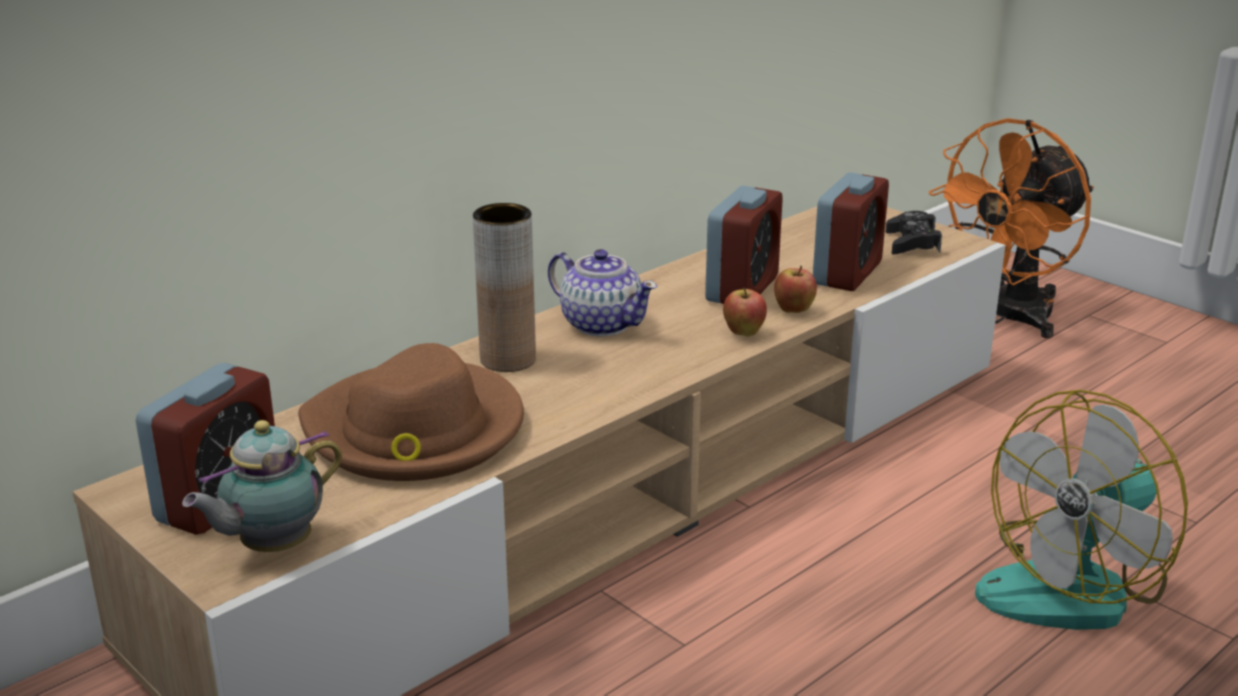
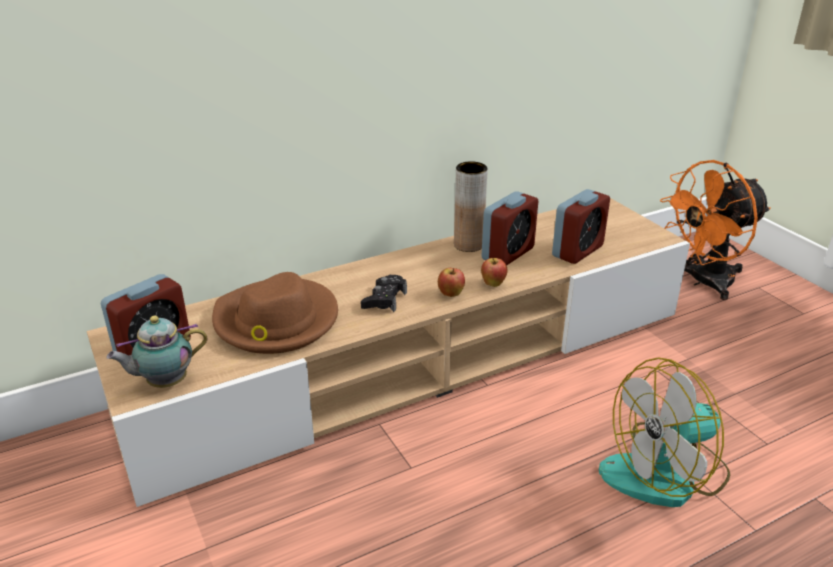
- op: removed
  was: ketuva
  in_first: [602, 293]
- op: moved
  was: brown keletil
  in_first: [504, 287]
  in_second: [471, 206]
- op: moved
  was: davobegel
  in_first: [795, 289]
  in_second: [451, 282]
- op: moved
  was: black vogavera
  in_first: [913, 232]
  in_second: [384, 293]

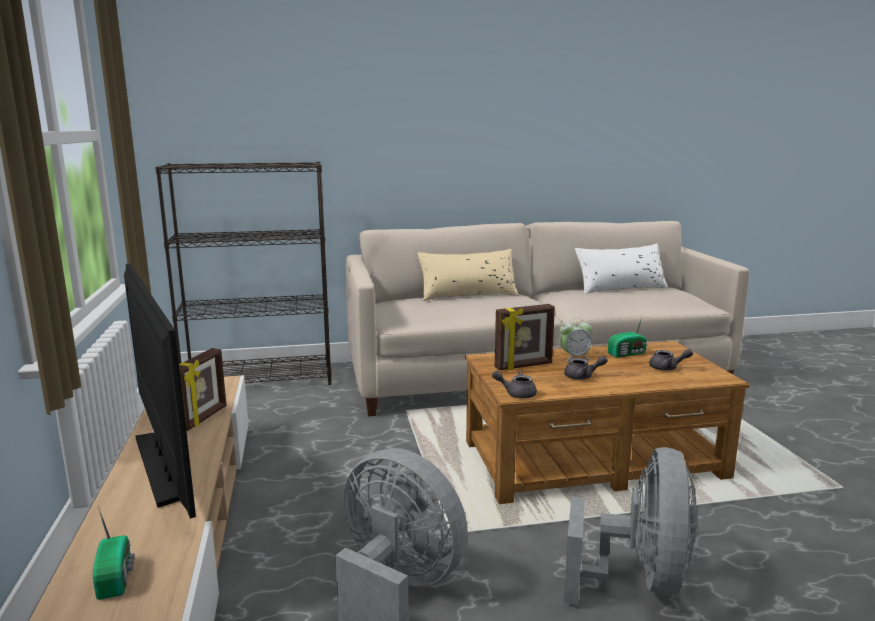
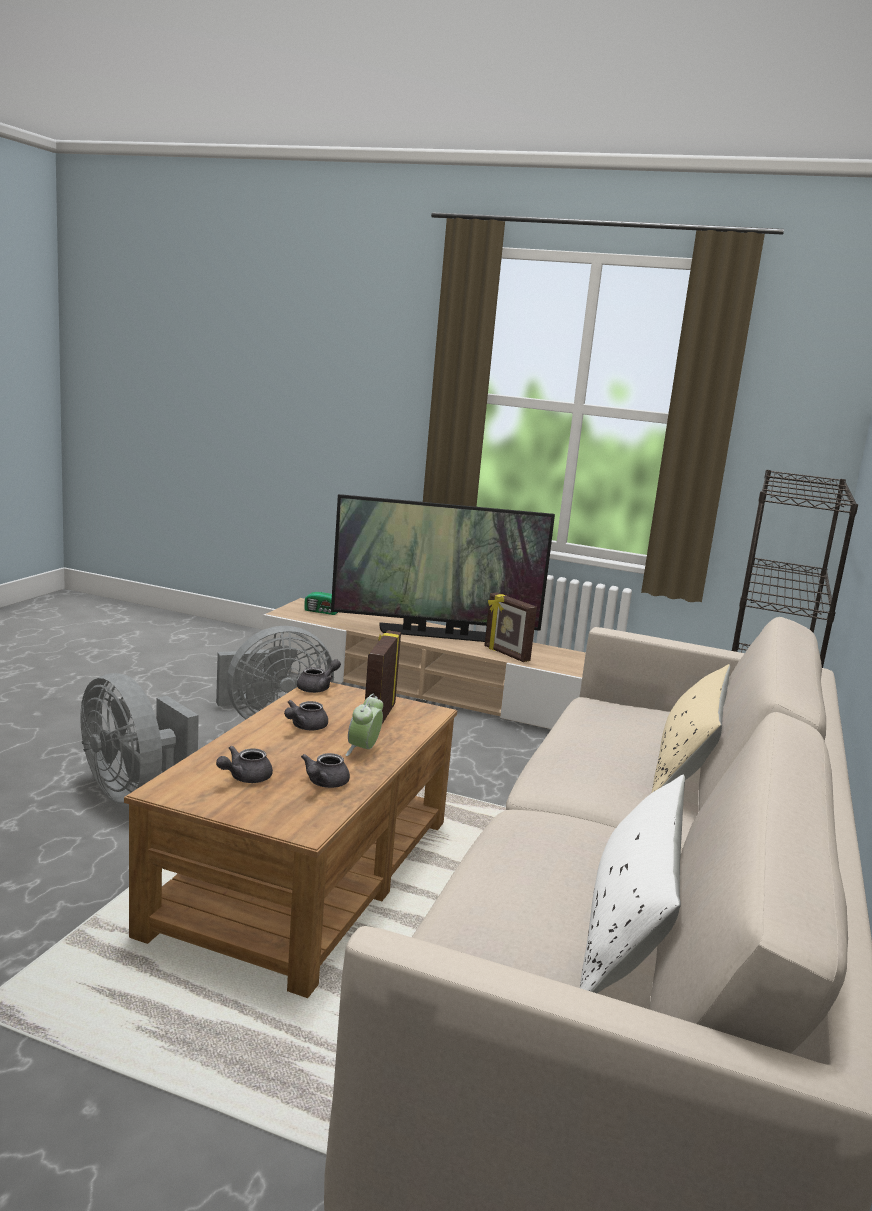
- op: replaced
  was: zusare
  now: grey ketuva
  in_first: [627, 336]
  in_second: [325, 770]

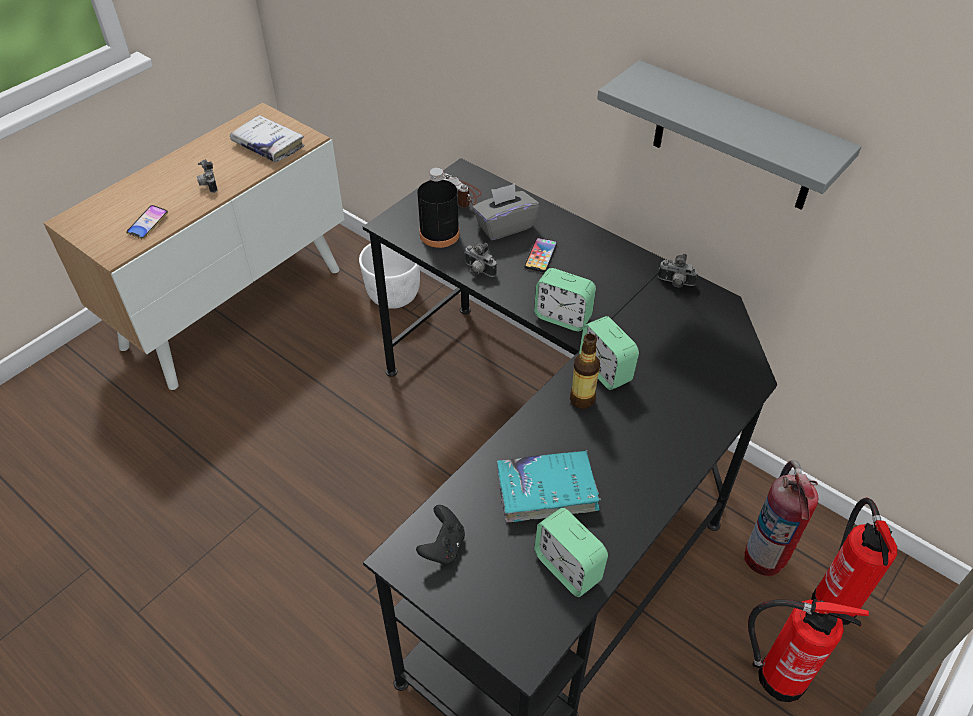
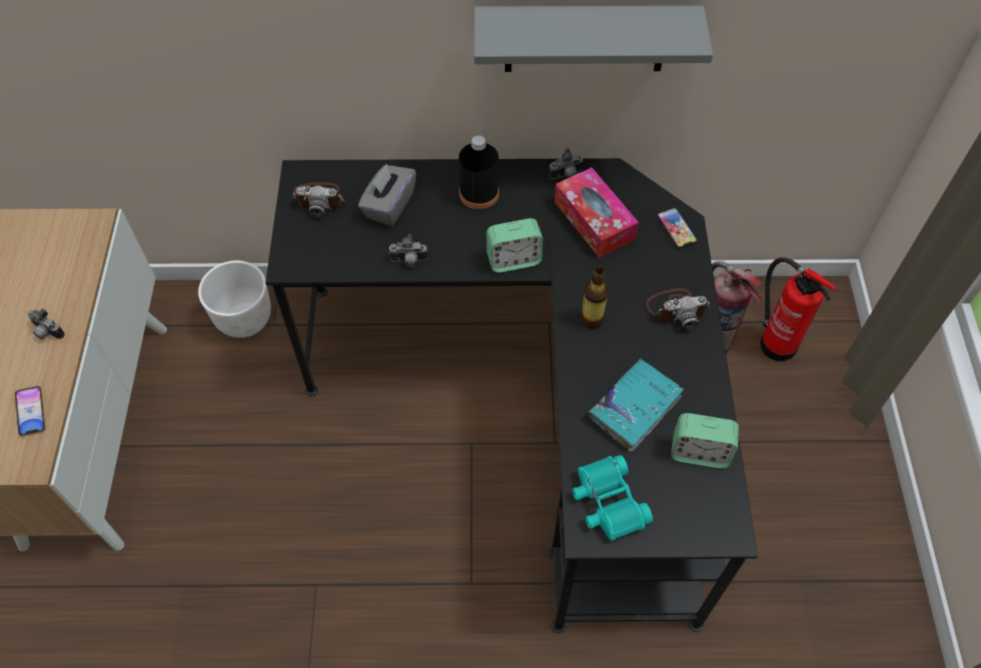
- op: removed
  was: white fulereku
  in_first: [267, 138]
- op: removed
  was: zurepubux
  in_first: [609, 353]
- op: removed
  was: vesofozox
  in_first: [808, 650]
- op: added
  now: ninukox
  in_second: [596, 212]
- op: added
  now: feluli
  in_second: [678, 308]
- op: moved
  was: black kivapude
  in_first: [438, 208]
  in_second: [479, 172]
- op: moved
  was: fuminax
  in_first: [541, 254]
  in_second: [677, 228]
- op: replaced
  was: black vogavera
  now: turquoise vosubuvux
  in_first: [440, 534]
  in_second: [612, 498]

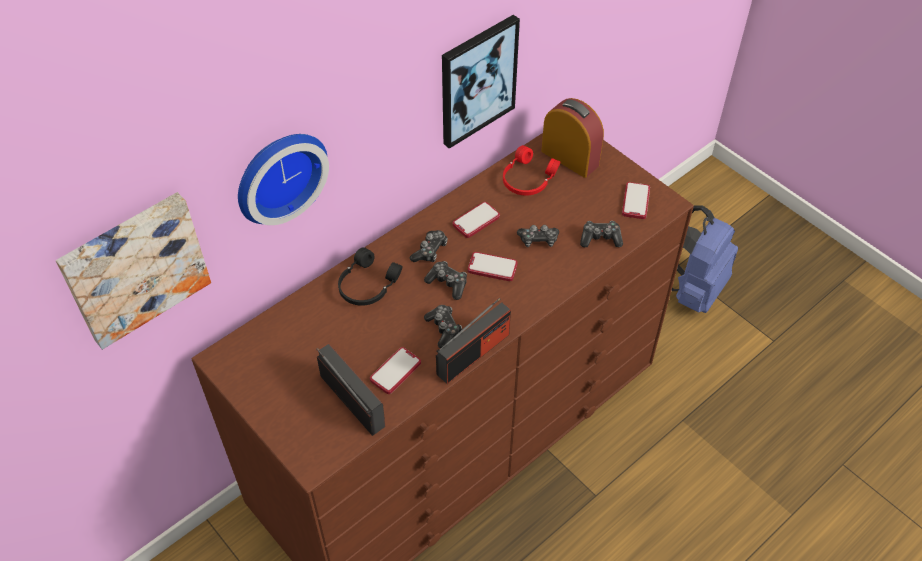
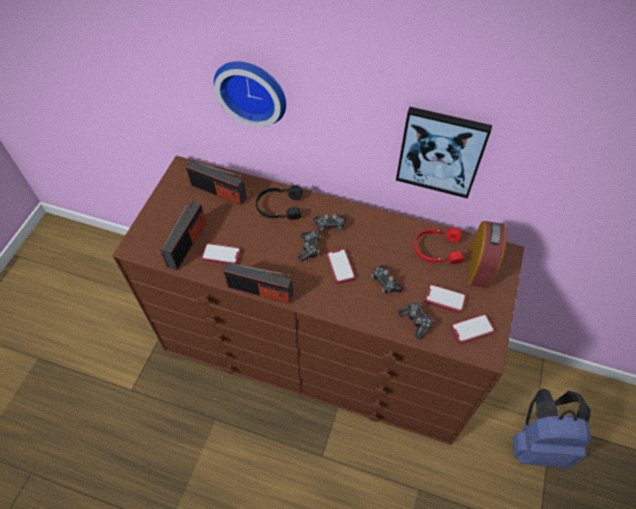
- op: removed
  was: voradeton
  in_first: [133, 271]
- op: removed
  was: vogavera
  in_first: [443, 326]
- op: added
  now: zusare
  in_second: [216, 182]
- op: moved
  was: fuminax
  in_first: [476, 220]
  in_second: [445, 298]

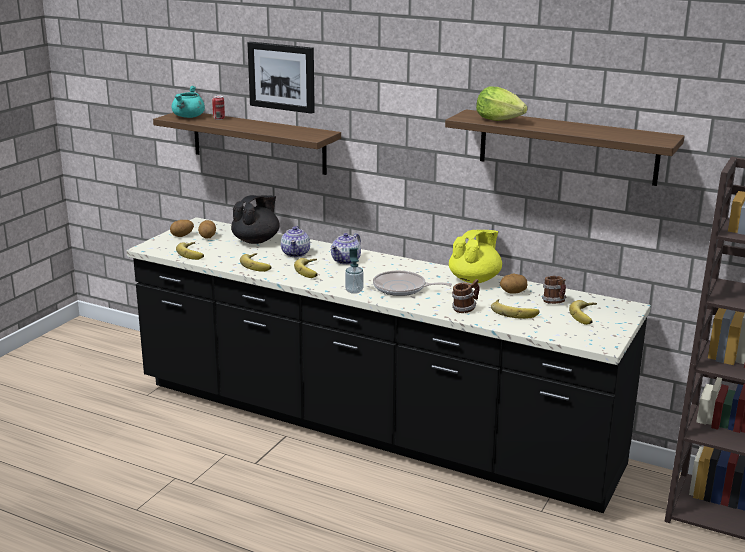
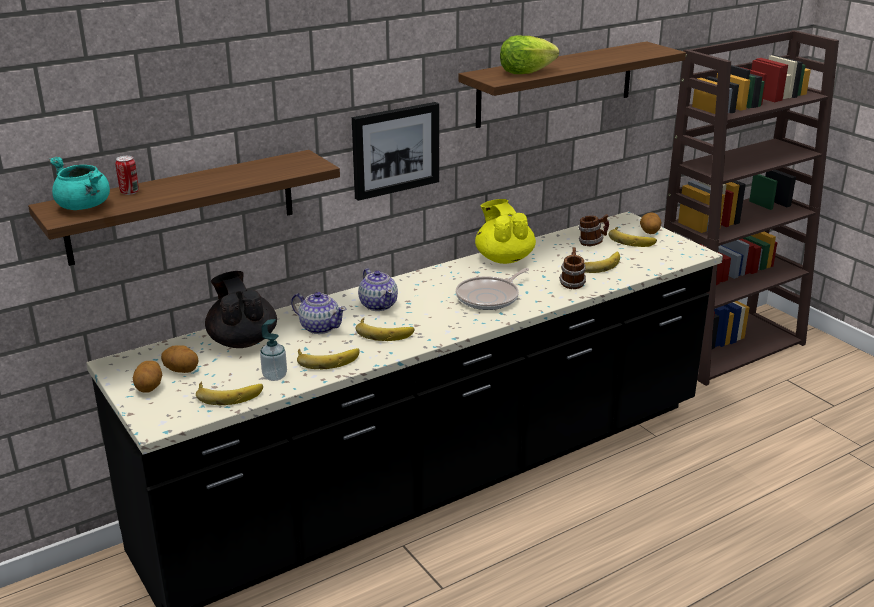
- op: moved
  was: voradeton
  in_first: [281, 78]
  in_second: [395, 151]
- op: moved
  was: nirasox
  in_first: [354, 271]
  in_second: [273, 350]
- op: moved
  was: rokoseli
  in_first: [513, 284]
  in_second: [651, 223]

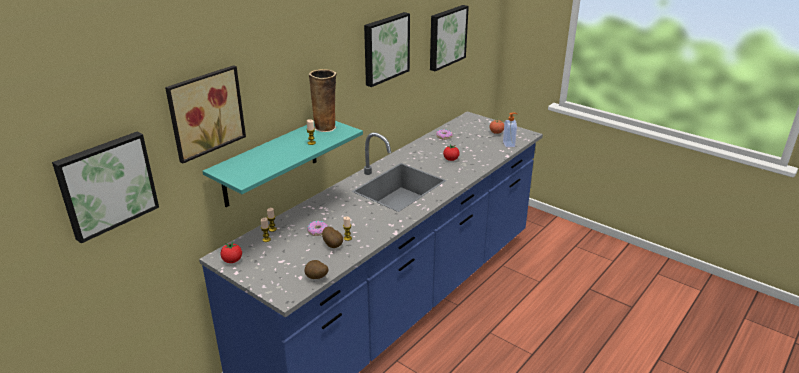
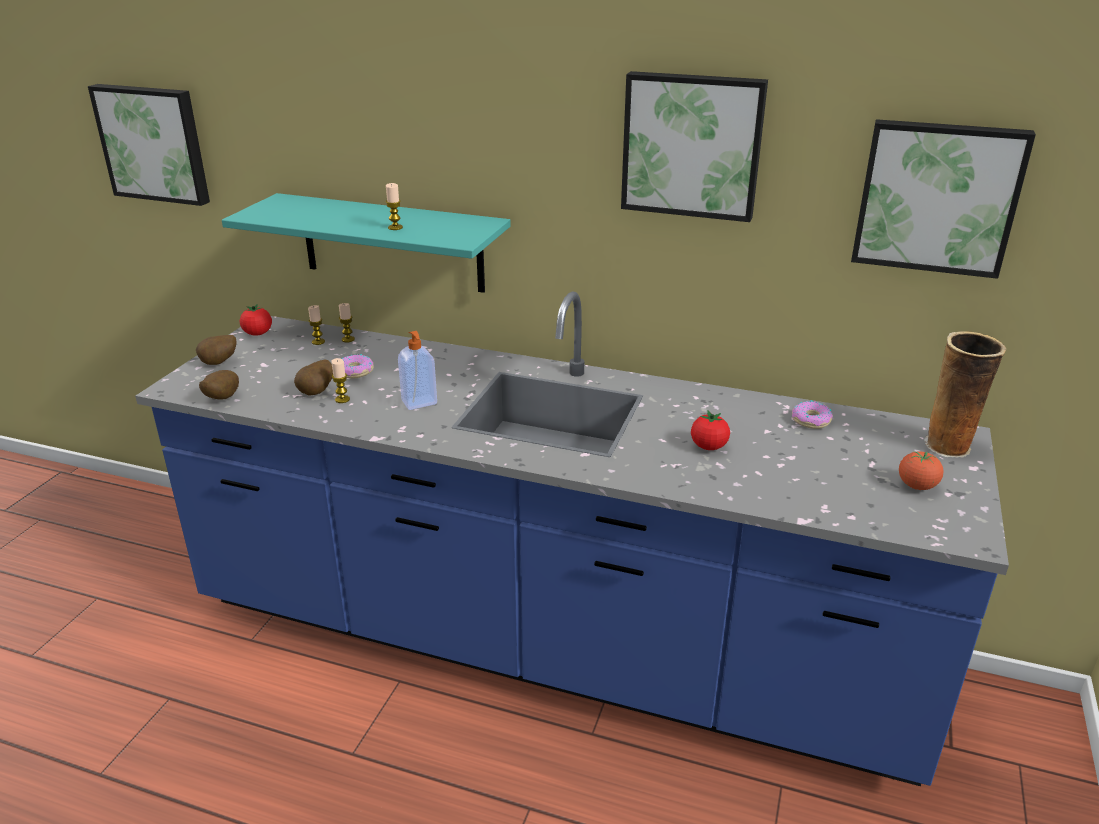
- op: removed
  was: voradeton
  in_first: [205, 114]
- op: added
  now: rokoseli
  in_second: [216, 350]
- op: moved
  was: keletil
  in_first: [323, 100]
  in_second: [965, 394]
- op: moved
  was: nirasox
  in_first: [510, 130]
  in_second: [417, 370]

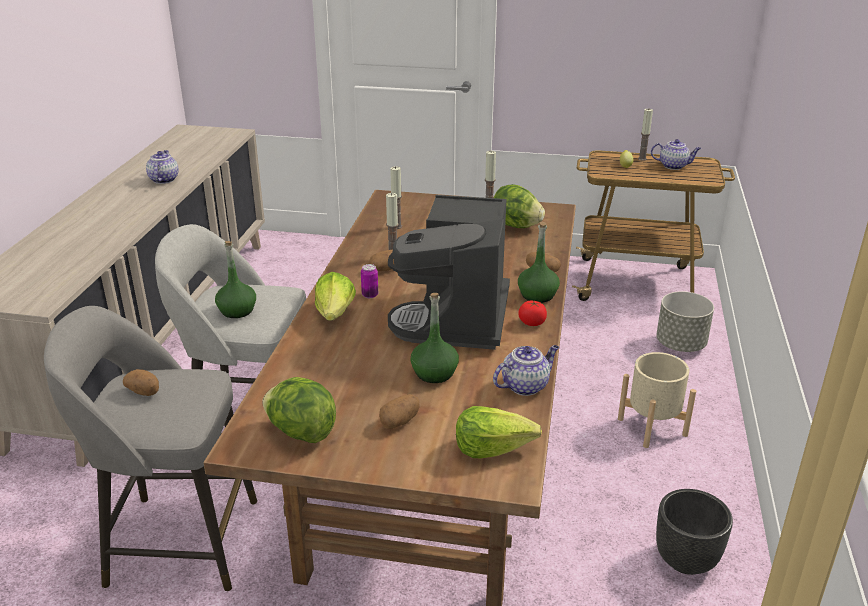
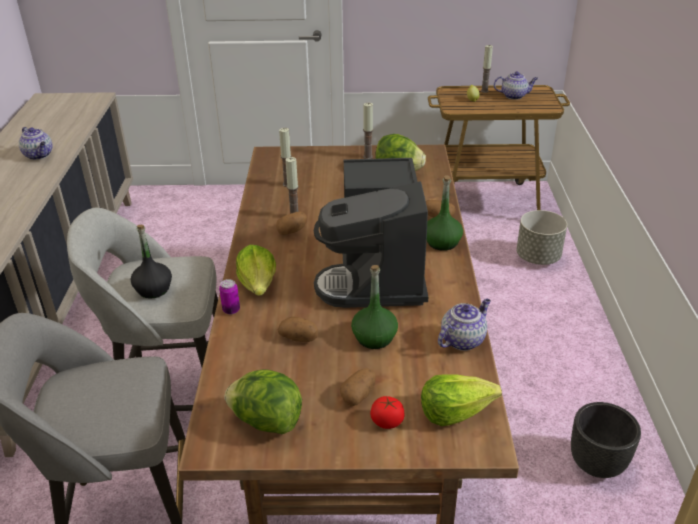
- op: removed
  was: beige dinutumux
  in_first: [657, 400]
- op: moved
  was: rokoseli
  in_first: [141, 382]
  in_second: [298, 329]
- op: moved
  was: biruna
  in_first: [369, 281]
  in_second: [229, 296]
- op: moved
  was: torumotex
  in_first: [532, 313]
  in_second: [387, 412]
- op: recoloured
  was: green kivapude
  now: black kivapude
  in_first: [235, 279]
  in_second: [151, 261]
- op: turned
  was: ketuva
  in_first: [162, 167]
  in_second: [36, 143]
  clockwise: 150

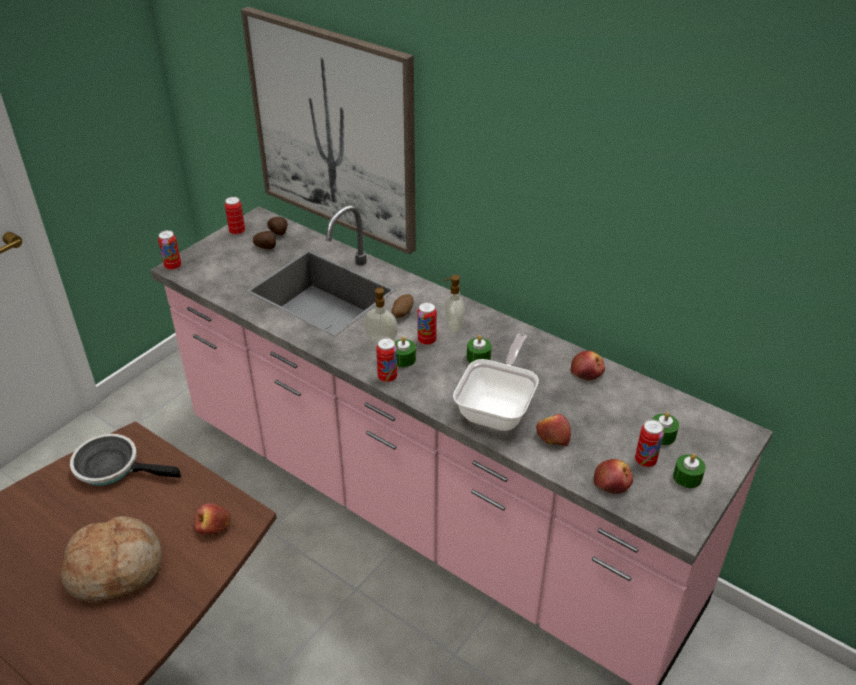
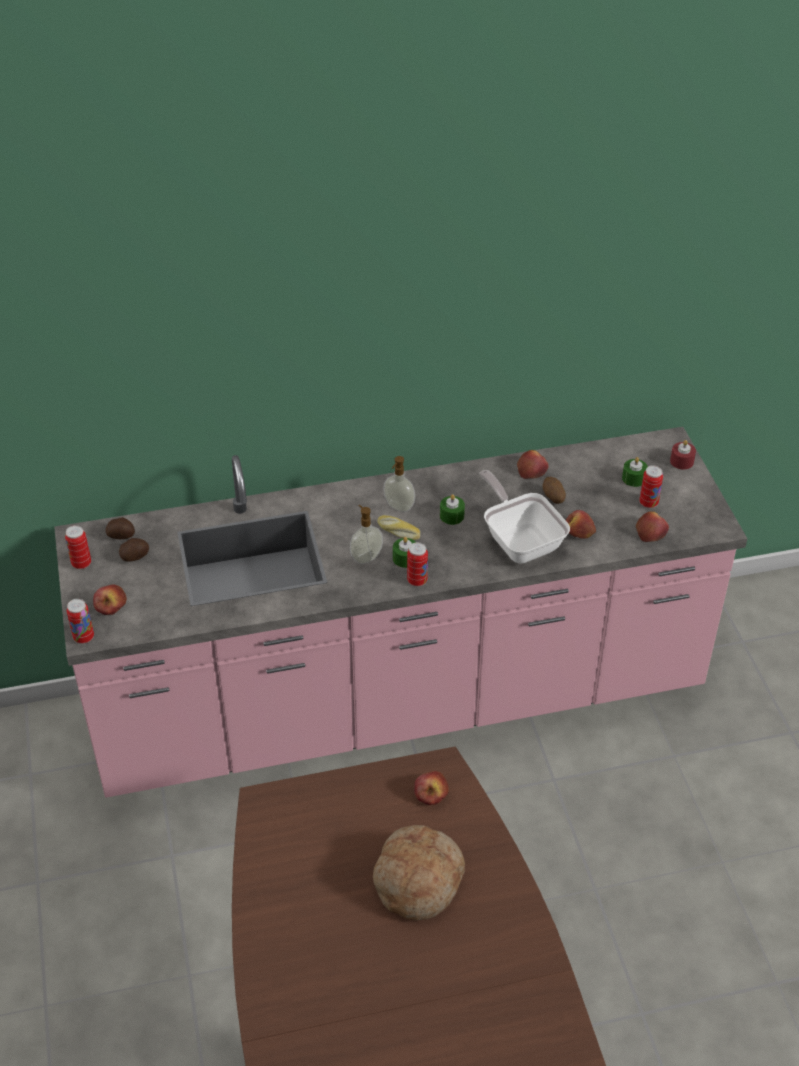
- op: removed
  was: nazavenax
  in_first: [125, 460]
- op: removed
  was: voradeton
  in_first: [328, 131]
- op: removed
  was: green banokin
  in_first: [689, 471]
- op: added
  now: davobegel
  in_second: [110, 599]
- op: added
  now: red banokin
  in_second: [683, 455]
- op: moved
  was: rokoseli
  in_first: [402, 306]
  in_second: [554, 490]
- op: replaced
  was: biruna
  now: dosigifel
  in_first: [427, 323]
  in_second: [398, 527]

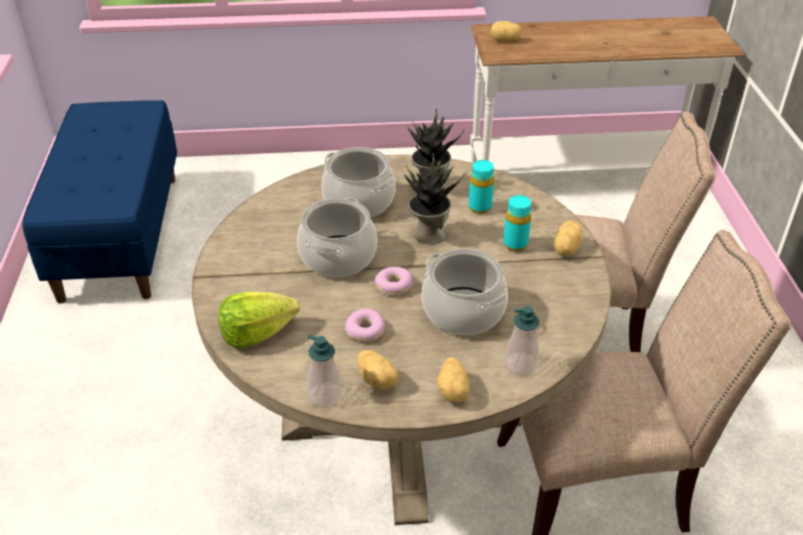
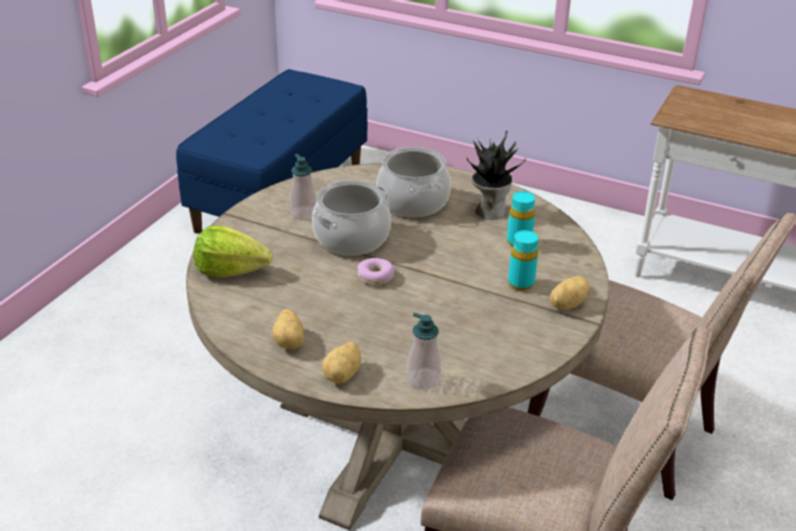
- op: removed
  was: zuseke
  in_first: [365, 325]
- op: removed
  was: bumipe
  in_first: [434, 199]
- op: removed
  was: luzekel
  in_first: [464, 292]
- op: removed
  was: rokoseli
  in_first: [506, 31]
- op: moved
  was: nirasox
  in_first: [325, 370]
  in_second: [303, 187]

